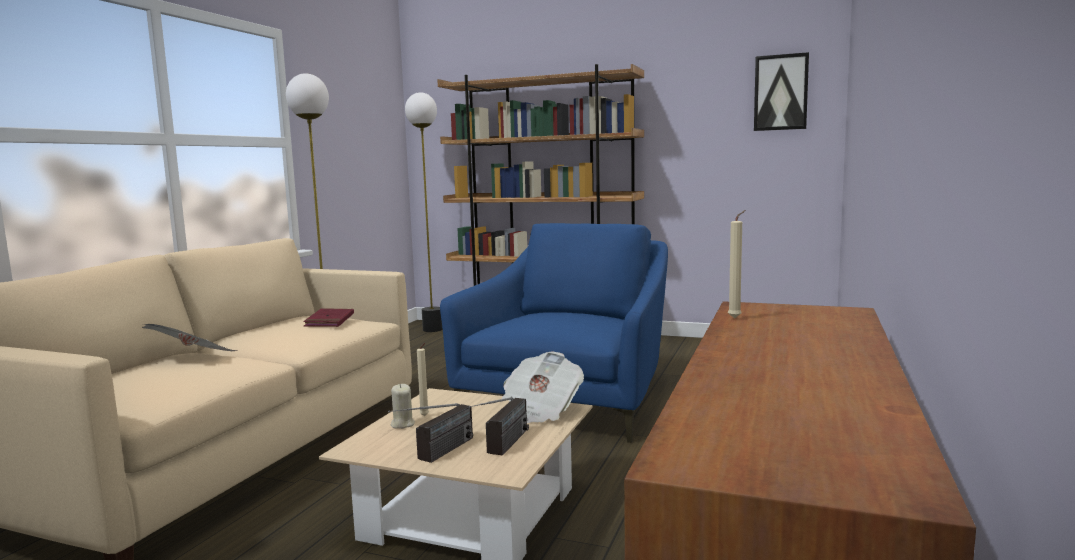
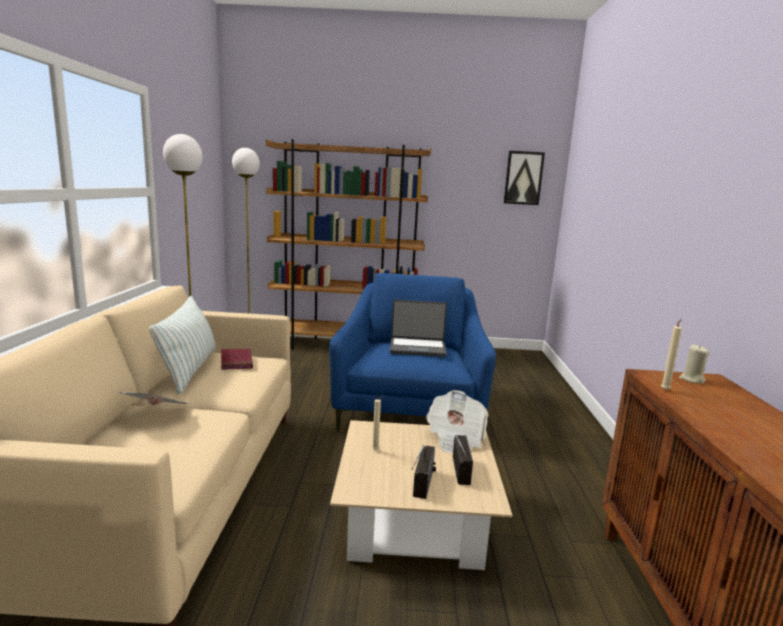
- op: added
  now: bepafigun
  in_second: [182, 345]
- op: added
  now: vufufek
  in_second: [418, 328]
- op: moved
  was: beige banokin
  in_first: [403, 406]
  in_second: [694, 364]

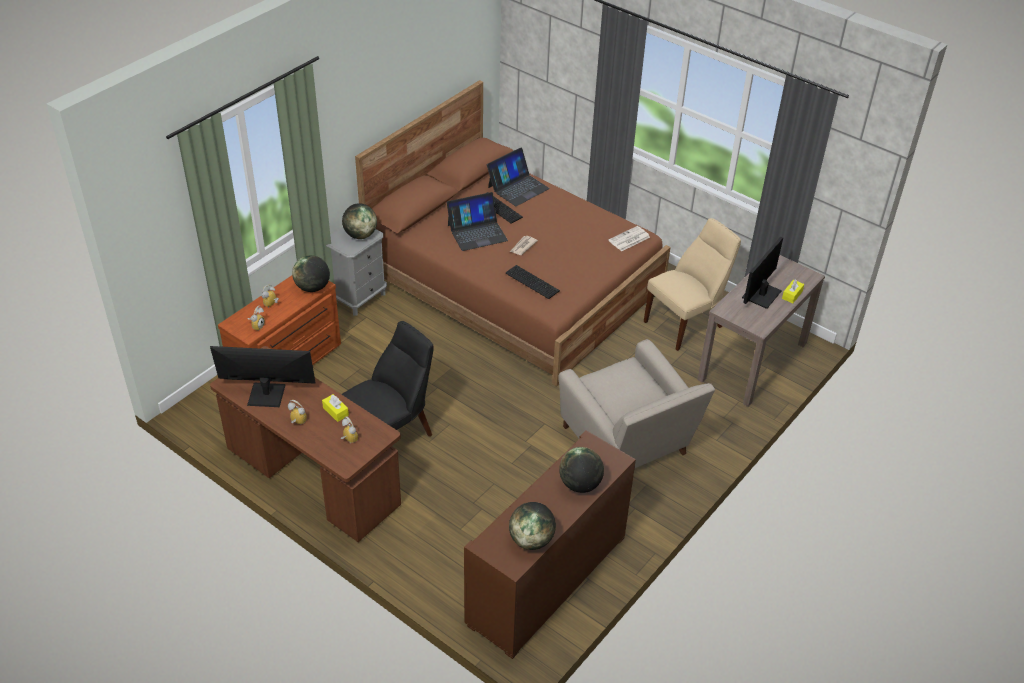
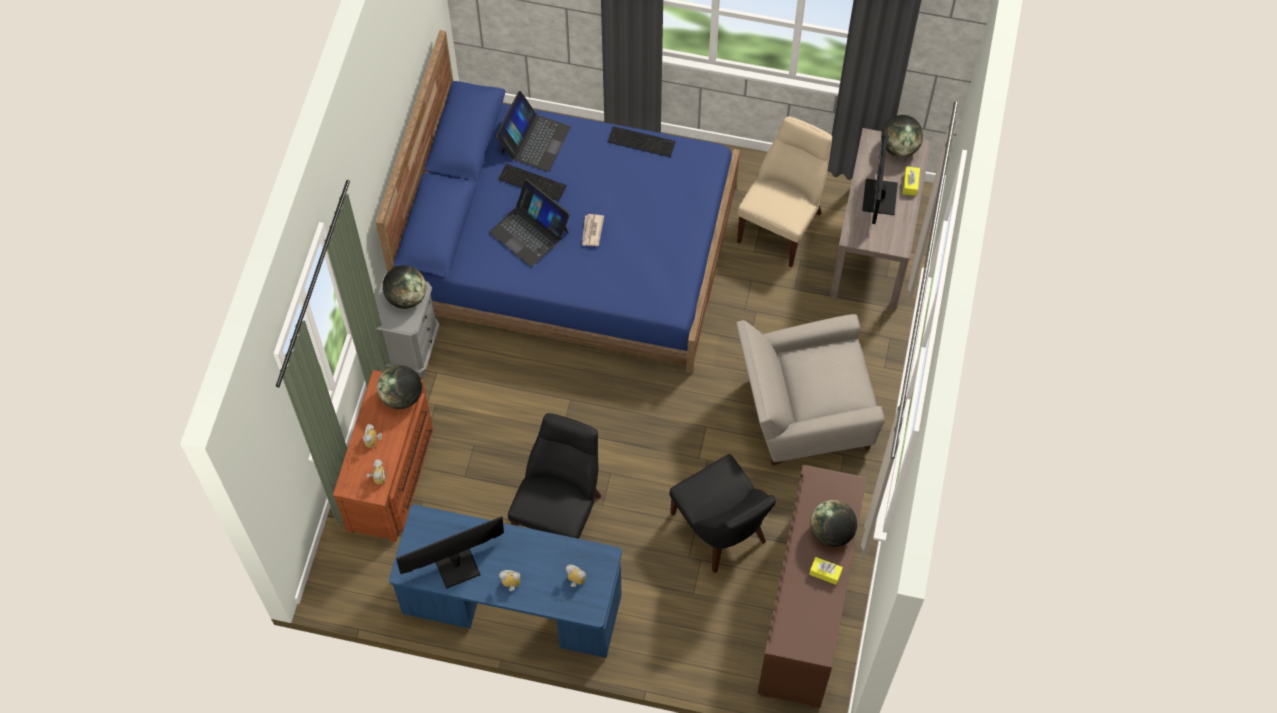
- op: removed
  was: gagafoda
  in_first: [629, 238]
- op: added
  now: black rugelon
  in_second: [722, 513]
- op: moved
  was: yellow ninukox
  in_first: [335, 408]
  in_second: [826, 571]
- op: moved
  was: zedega
  in_first: [533, 282]
  in_second: [642, 141]
- op: moved
  was: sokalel
  in_first: [532, 526]
  in_second: [902, 136]
- op: recoloured
  was: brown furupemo
  now: blue furupemo
  in_first: [305, 444]
  in_second: [505, 581]
- op: recoloured
  was: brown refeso
  now: blue refeso
  in_first: [513, 233]
  in_second: [558, 201]
- op: turned
  was: vufufek
  in_first: [477, 221]
  in_second: [529, 223]
  clockwise: 90
- op: turned
  was: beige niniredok
  in_first: [636, 403]
  in_second: [810, 389]
  clockwise: 135

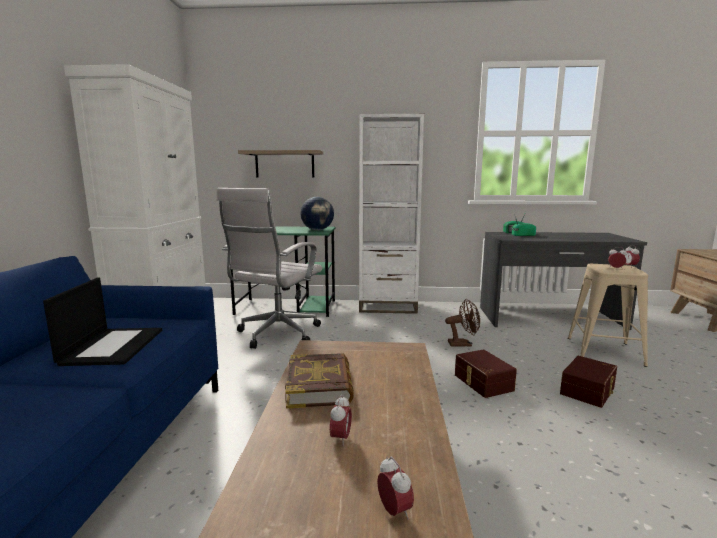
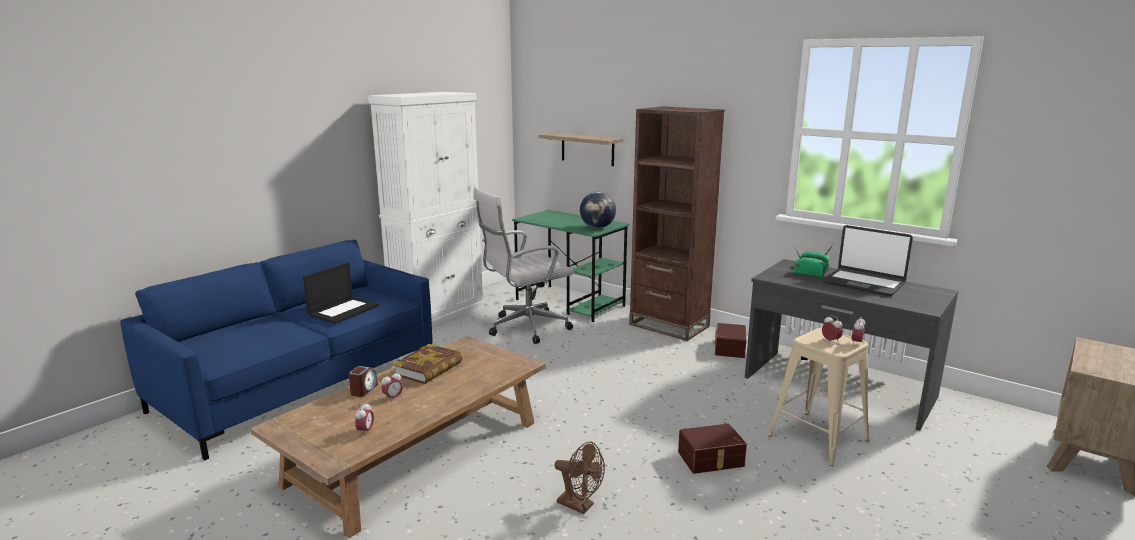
- op: added
  now: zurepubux
  in_second: [363, 381]
- op: added
  now: vufufek
  in_second: [868, 260]
- op: moved
  was: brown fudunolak
  in_first: [462, 323]
  in_second: [579, 478]
- op: moved
  was: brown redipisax
  in_first: [486, 373]
  in_second: [729, 340]
- op: recoloured
  was: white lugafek
  now: brown lugafek
  in_first: [391, 214]
  in_second: [676, 224]

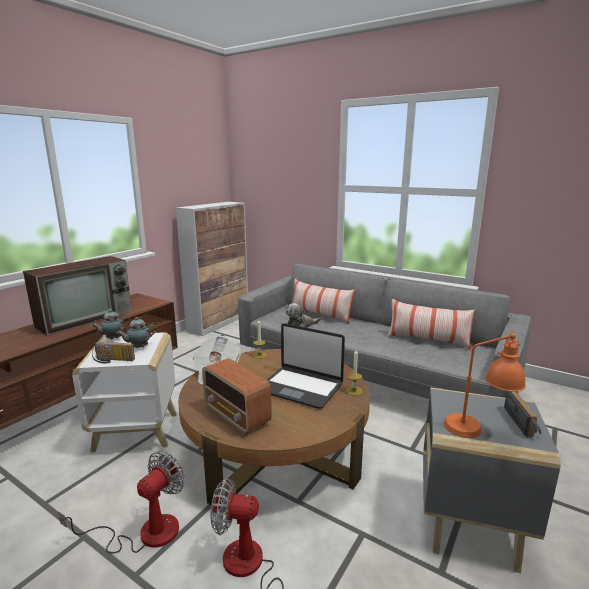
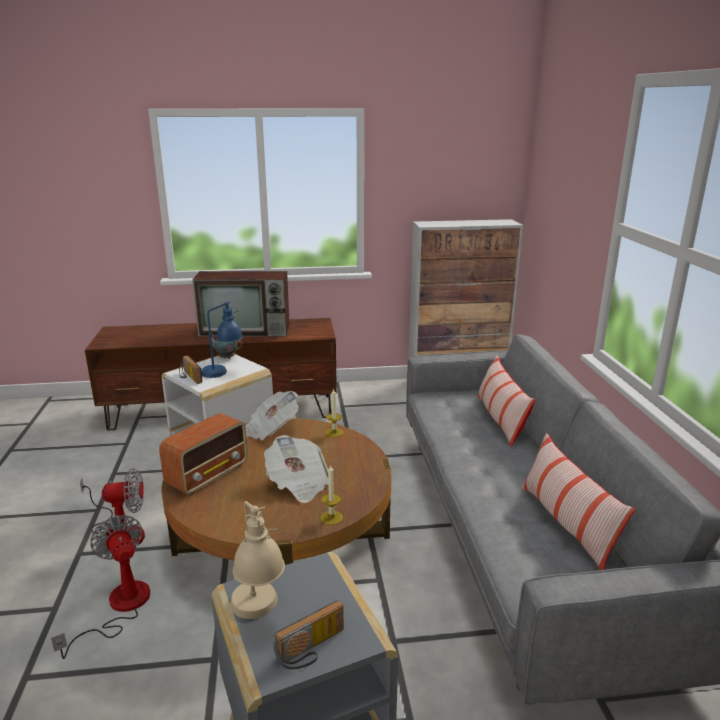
- op: removed
  was: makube
  in_first: [303, 315]
- op: replaced
  was: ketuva
  now: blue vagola
  in_first: [137, 332]
  in_second: [222, 340]
- op: replaced
  was: vufufek
  now: gagafoda
  in_first: [306, 366]
  in_second: [296, 469]
- op: recoloured
  was: orange vagola
  now: beige vagola
  in_first: [485, 385]
  in_second: [257, 560]
- op: turned
  was: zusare
  in_first: [237, 396]
  in_second: [203, 454]
  clockwise: -150

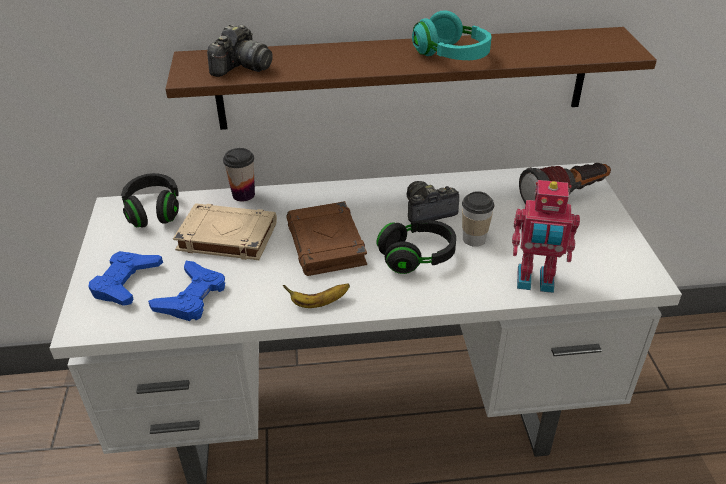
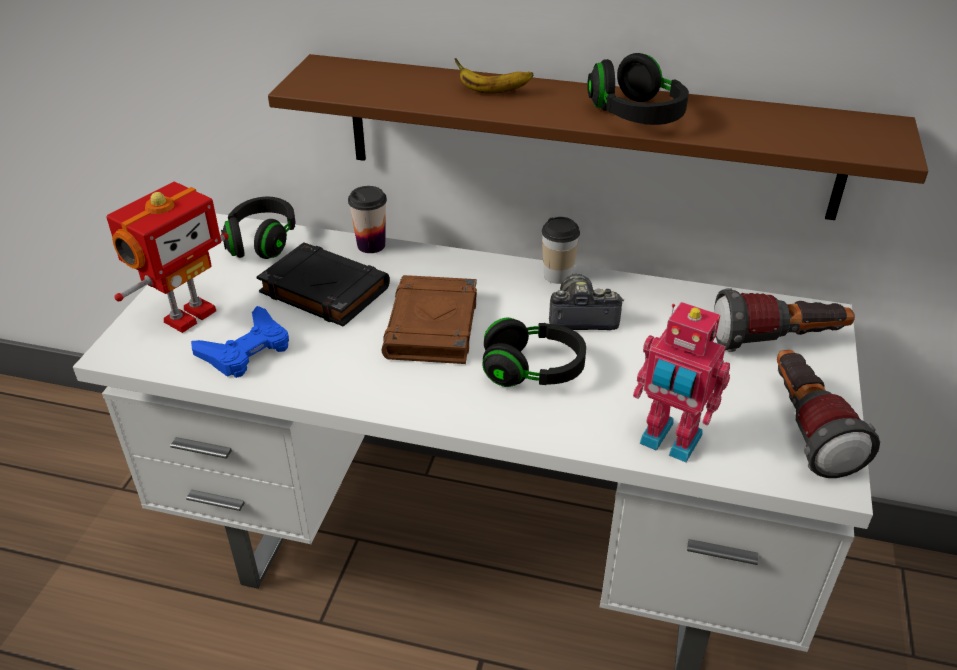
- op: removed
  was: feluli
  in_first: [240, 51]
- op: added
  now: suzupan
  in_second: [828, 414]
- op: moved
  was: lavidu
  in_first: [316, 296]
  in_second: [493, 76]
- op: moved
  was: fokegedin
  in_first: [478, 219]
  in_second: [560, 250]
- op: replaced
  was: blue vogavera
  now: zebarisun
  in_first: [125, 278]
  in_second: [167, 257]
- op: recoloured
  was: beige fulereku
  now: black fulereku
  in_first: [225, 231]
  in_second: [323, 285]
- op: recoloured
  was: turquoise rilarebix
  now: black rilarebix
  in_first: [452, 35]
  in_second: [638, 89]

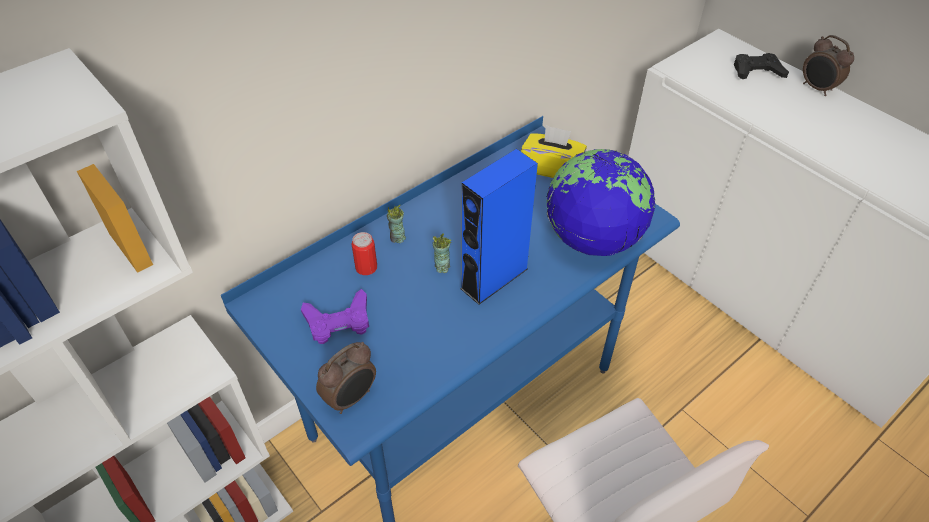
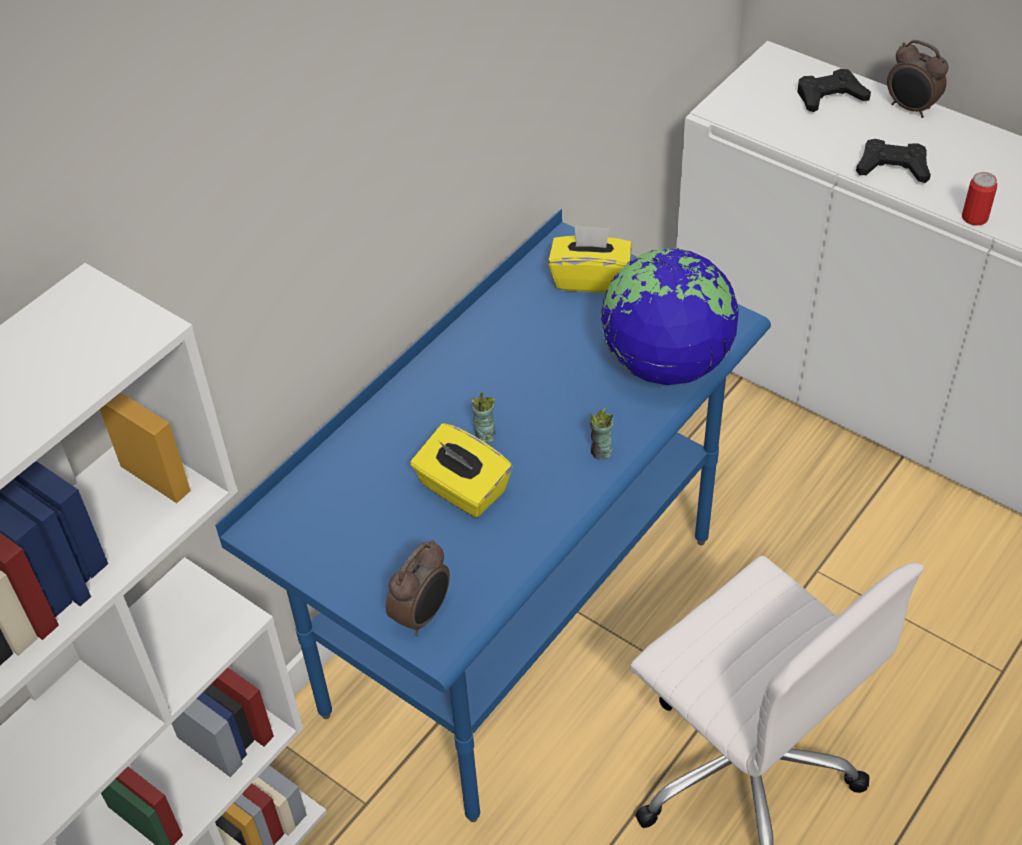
- op: removed
  was: purple vogavera
  in_first: [335, 316]
- op: removed
  was: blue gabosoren
  in_first: [499, 227]
- op: added
  now: yellow ninukox
  in_second: [461, 470]
- op: added
  now: black vogavera
  in_second: [893, 161]
- op: moved
  was: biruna
  in_first: [364, 253]
  in_second: [979, 198]
- op: moved
  was: fokegedin
  in_first: [396, 224]
  in_second: [601, 433]

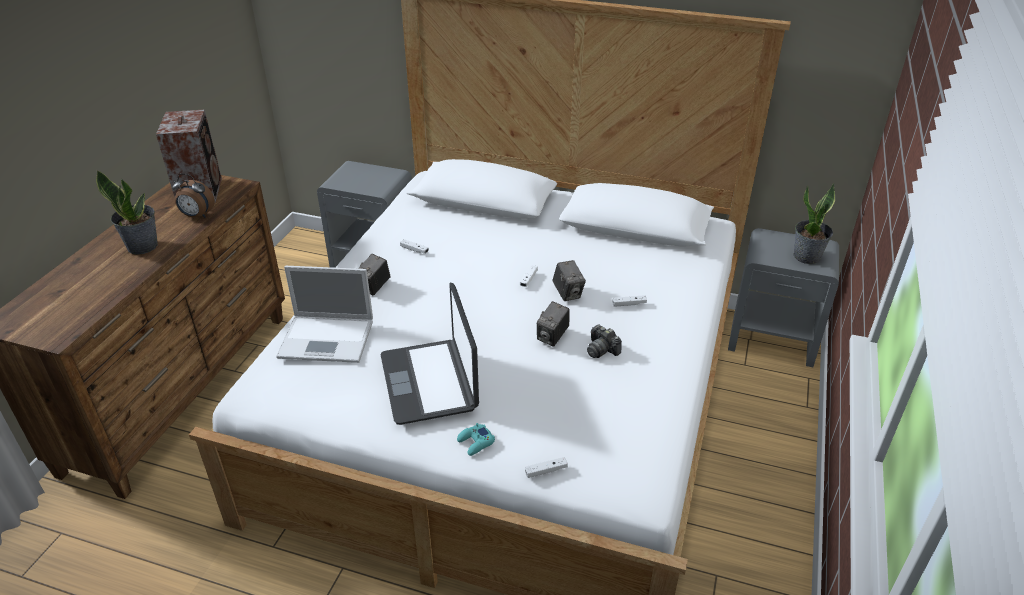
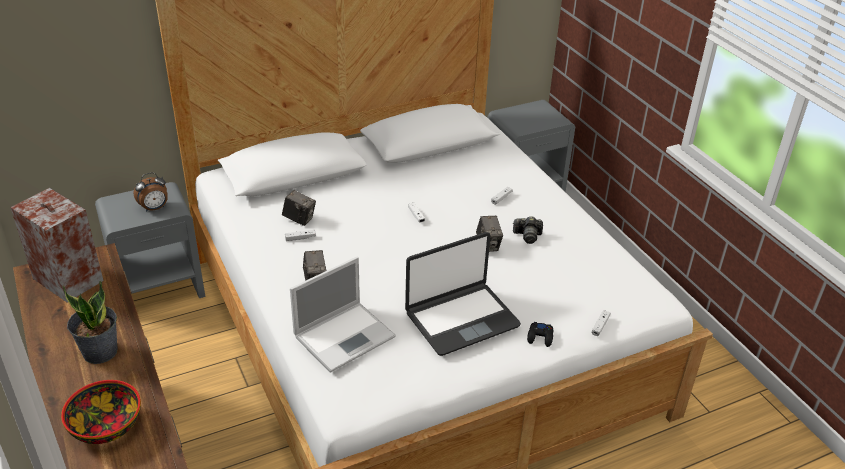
- op: removed
  was: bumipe
  in_first: [814, 223]
- op: added
  now: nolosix
  in_second: [101, 412]
- op: moved
  was: zurepubux
  in_first: [193, 195]
  in_second: [151, 192]
- op: moved
  was: feluli
  in_first: [569, 280]
  in_second: [299, 208]
- op: recoloured
  was: turquoise vogavera
  now: black vogavera
  in_first: [476, 439]
  in_second: [540, 334]
- op: turned
  was: vufufek
  in_first: [430, 354]
  in_second: [463, 294]
  clockwise: -60

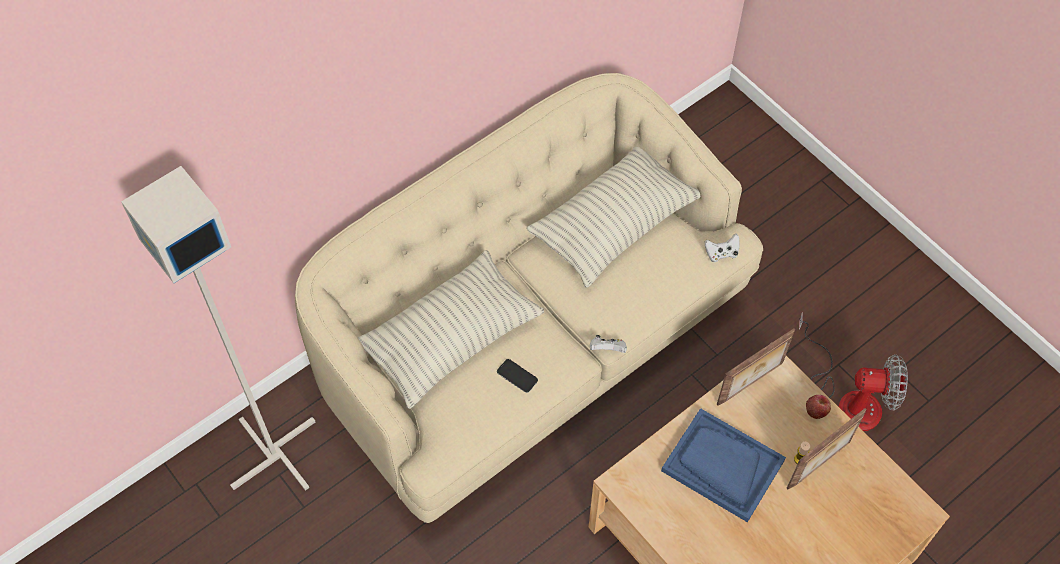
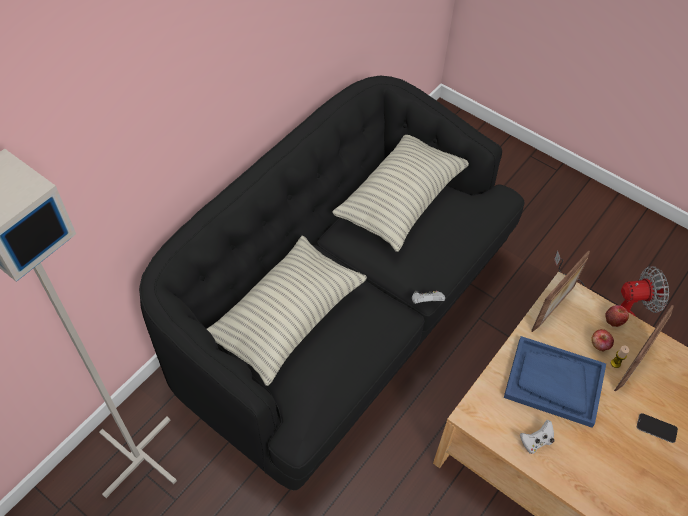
- op: added
  now: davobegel
  in_second: [602, 340]
- op: moved
  was: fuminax
  in_first: [517, 376]
  in_second: [657, 428]
- op: moved
  was: white vogavera
  in_first: [722, 247]
  in_second: [537, 437]
- op: recoloured
  was: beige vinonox
  now: black vinonox
  in_first: [529, 298]
  in_second: [332, 283]

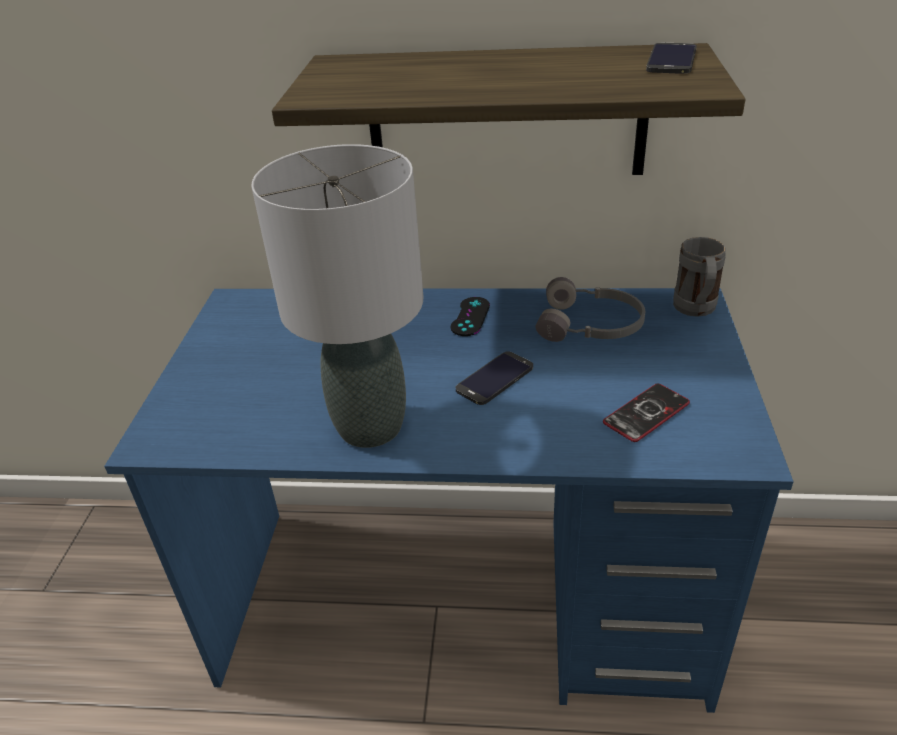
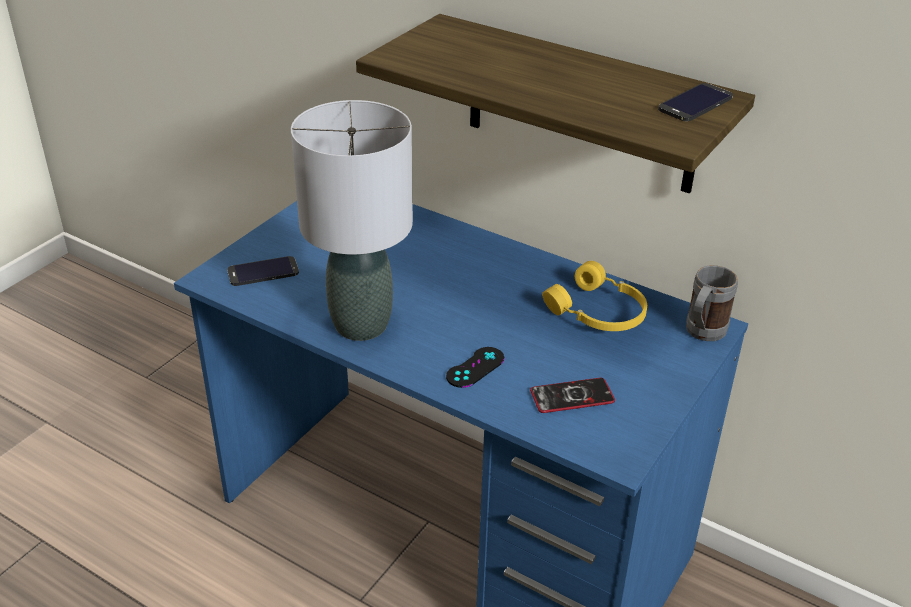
- op: moved
  was: black vogavera
  in_first: [470, 316]
  in_second: [475, 367]
- op: moved
  was: fuminax
  in_first: [494, 378]
  in_second: [263, 271]
- op: recoloured
  was: grey rilarebix
  now: yellow rilarebix
  in_first: [590, 309]
  in_second: [594, 296]

